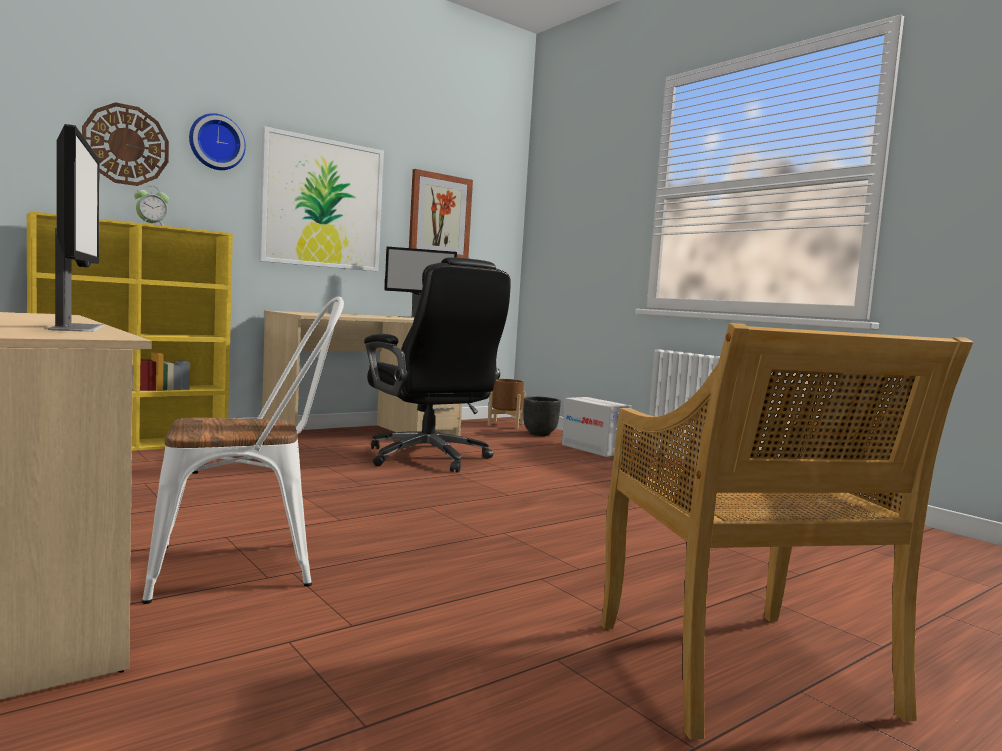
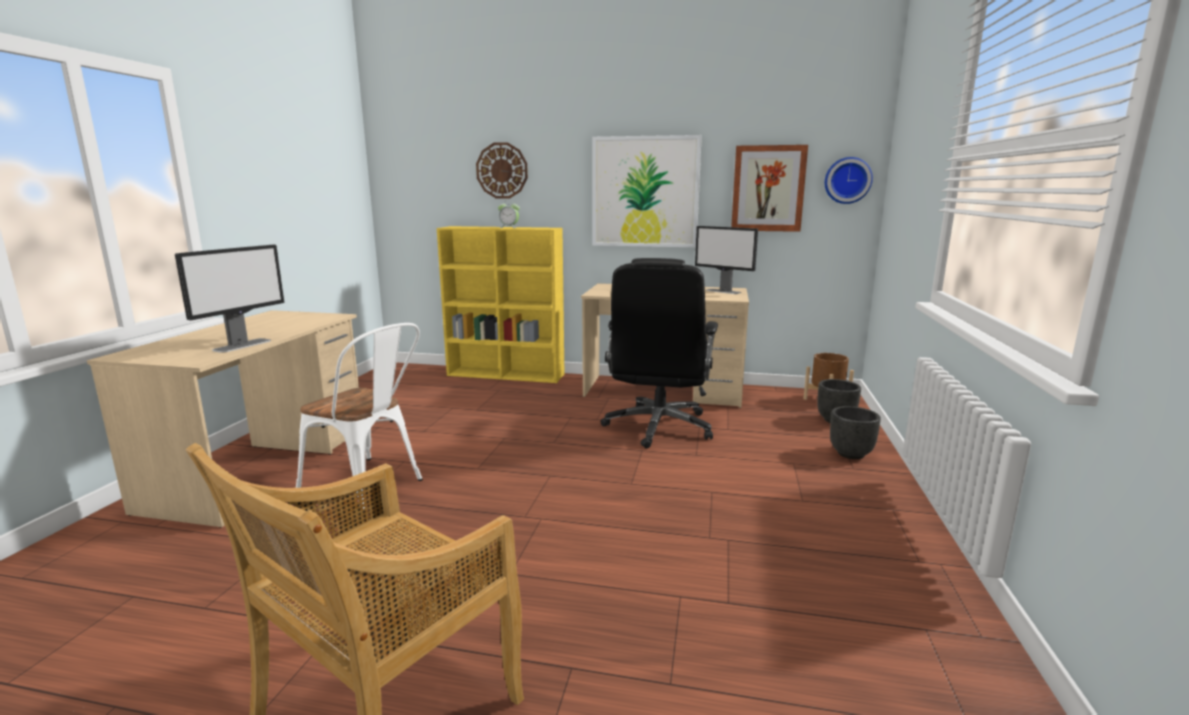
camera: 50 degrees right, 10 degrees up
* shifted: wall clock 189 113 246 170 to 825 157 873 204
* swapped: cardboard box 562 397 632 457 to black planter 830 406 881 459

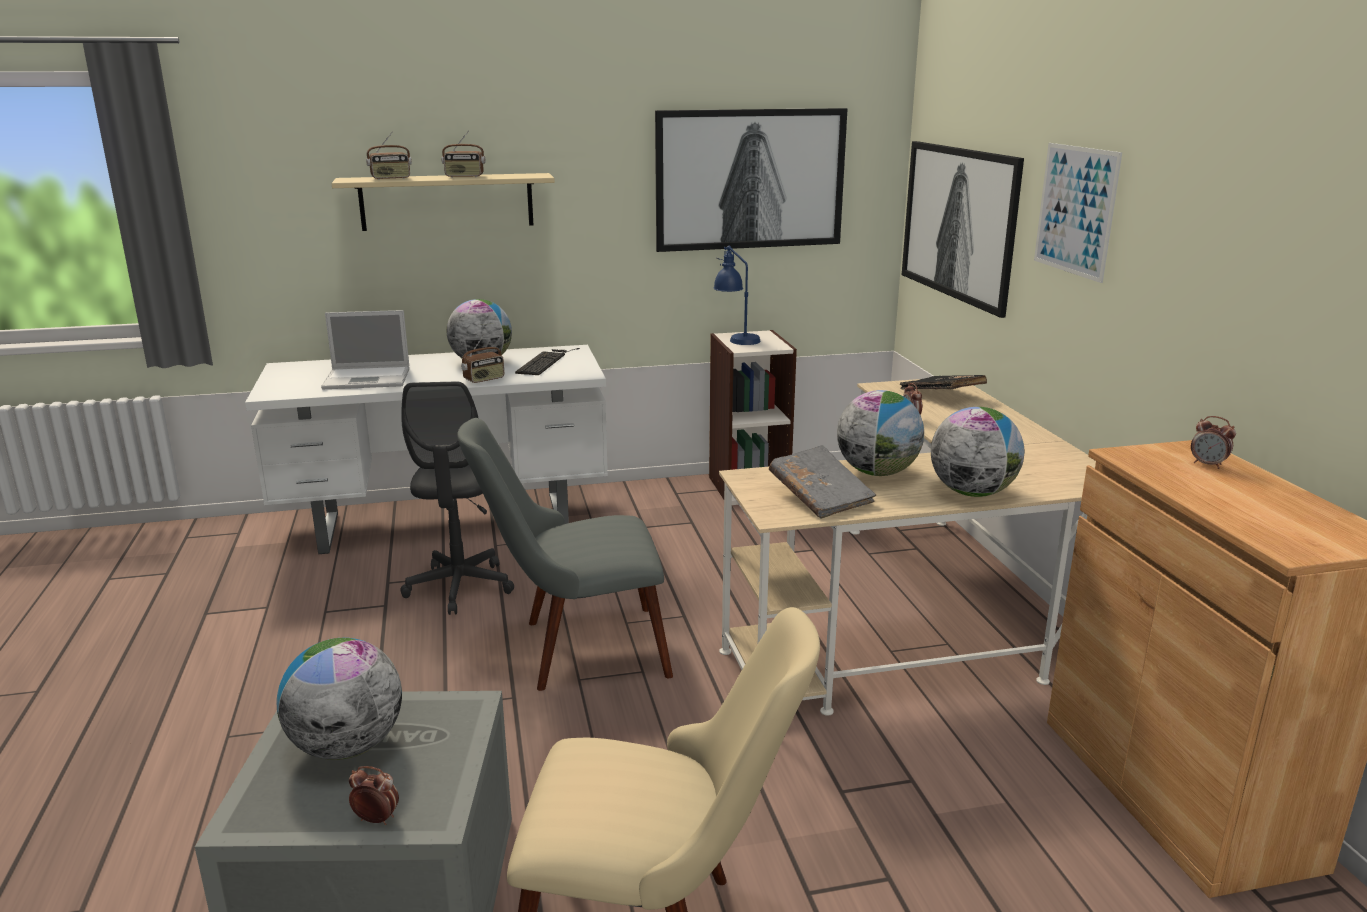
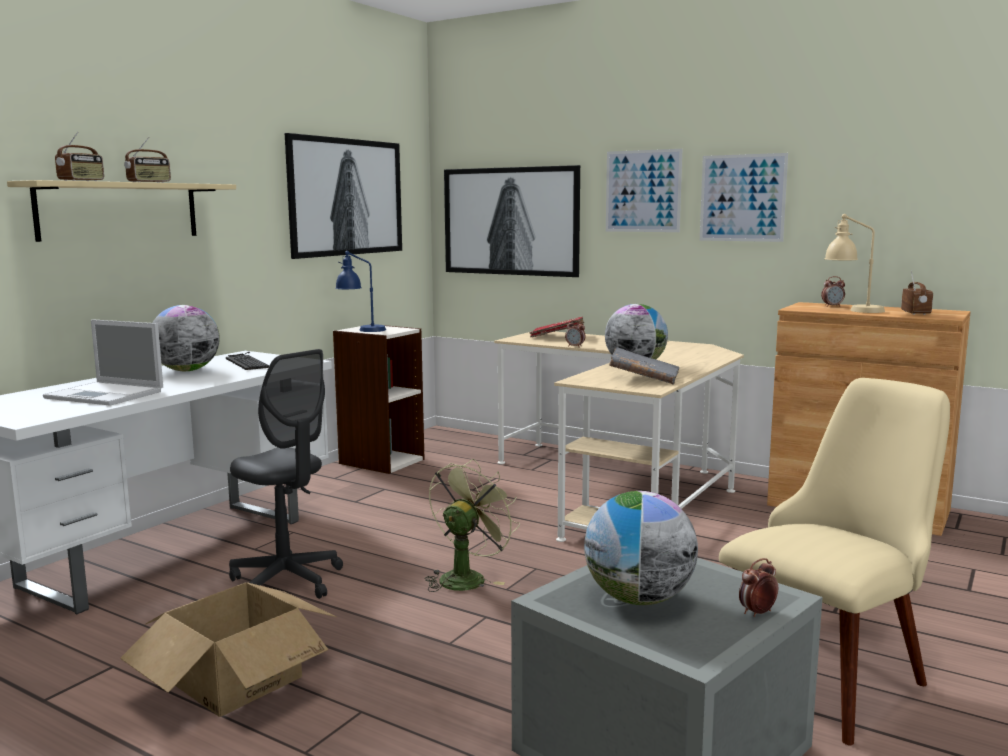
camera: 45 degrees left, 10 degrees down
* gone: globe 931 407 1024 497
* new: cardboard box 120 582 336 717
* new: picture 700 153 788 242
* new: beige table lamp 825 214 885 313
* shifted: radio 461 334 504 383 to 901 270 933 315
* swapped: grey chair 457 418 673 691 to green fan 425 459 520 592
* repainted: black book 900 375 987 390 to red book 530 317 584 337
* rotated: laptop 321 310 409 390 = 43 319 163 406 75 degrees clockwise

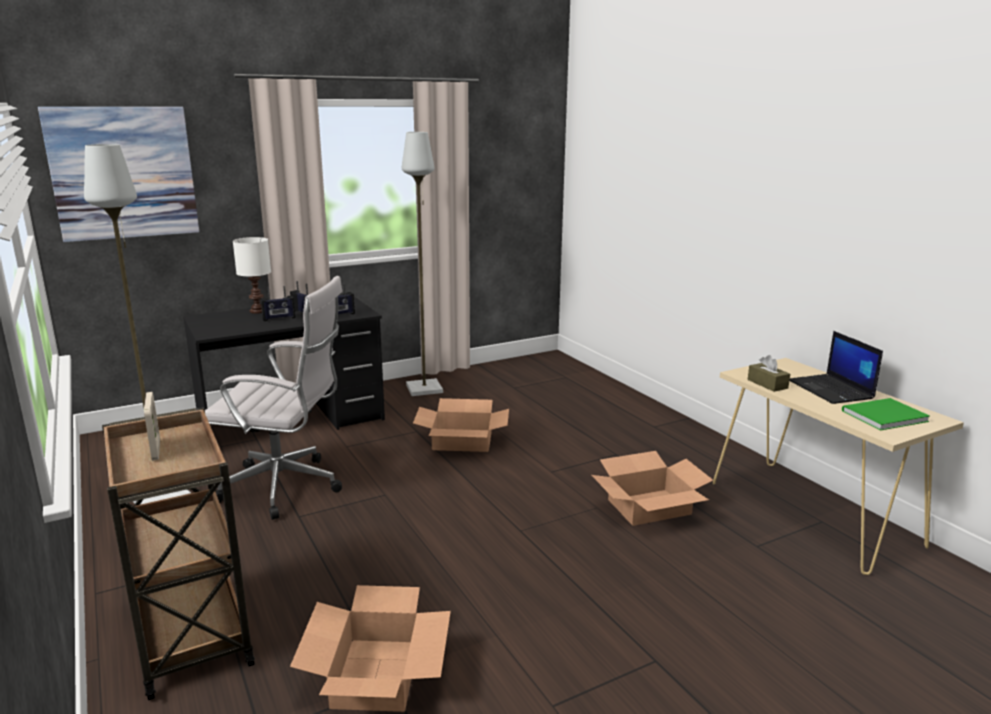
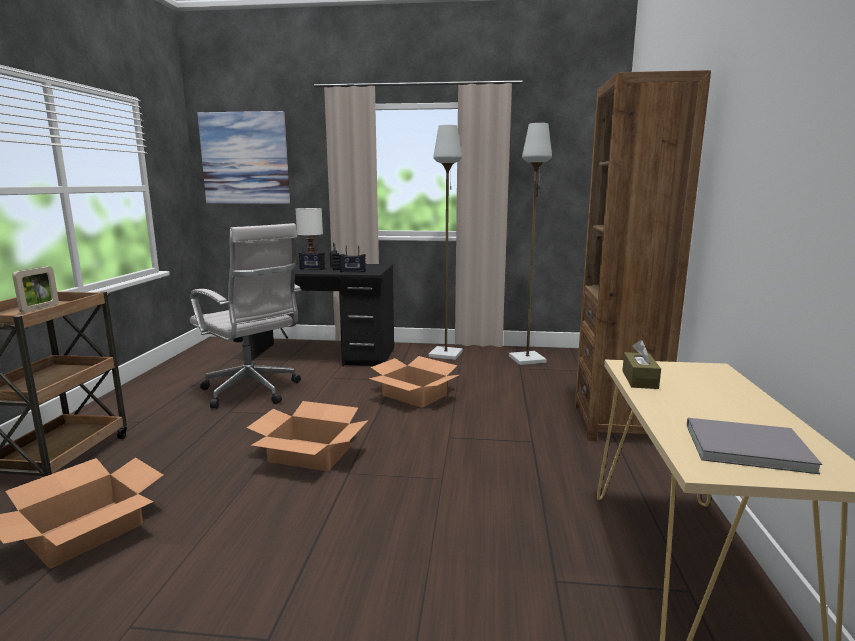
camera: 35 degrees right, 5 degrees down
* gone: laptop 789 331 883 404
* new: brown bookcase 575 70 711 441
* shifted: grey floor lamp 84 144 191 505 to 509 123 552 365
* shifted: cardboard box 591 451 713 526 to 247 401 368 471
* repainted: green book 842 398 930 431 to grey book 687 418 822 474

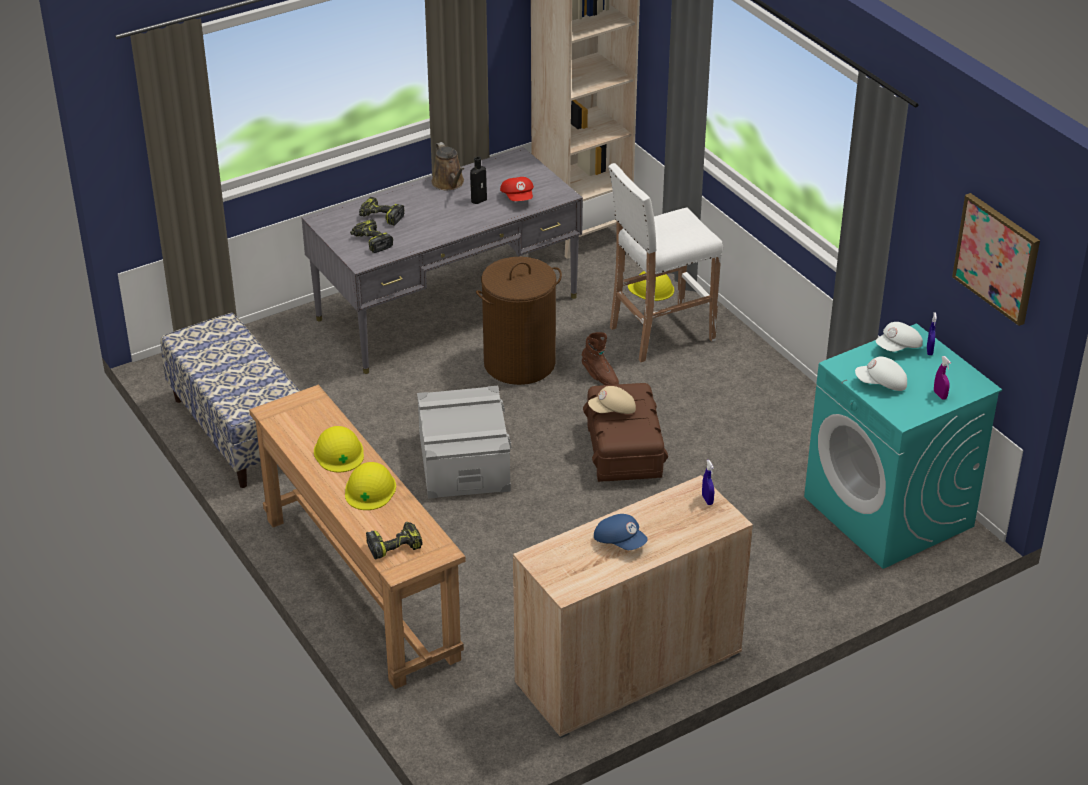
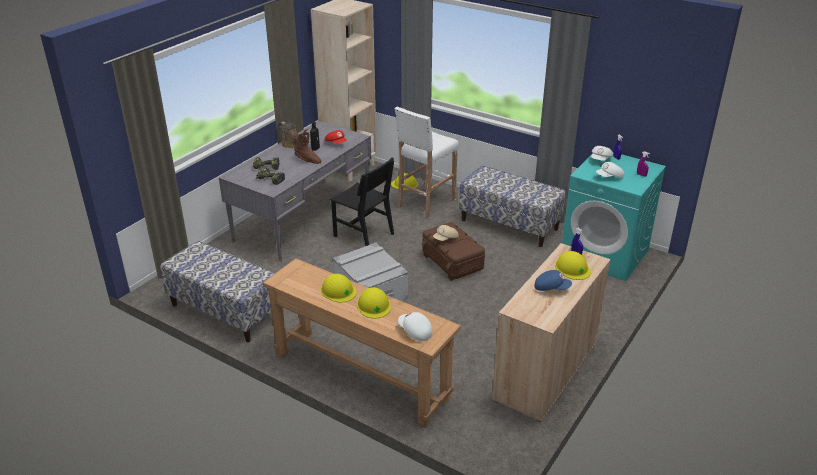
camera: 25 degrees left, 5 degrees down
* gone: picture 952 193 1040 326
* new: bench 459 166 566 247
* new: yellow hard hat 555 251 591 280
* shifted: brown boot 581 332 619 385 to 294 132 321 164
* swapped: power drill 366 522 423 559 to white cap 398 312 432 341
* swapped: brown laundry basket 476 257 562 385 to black chair 330 157 394 246

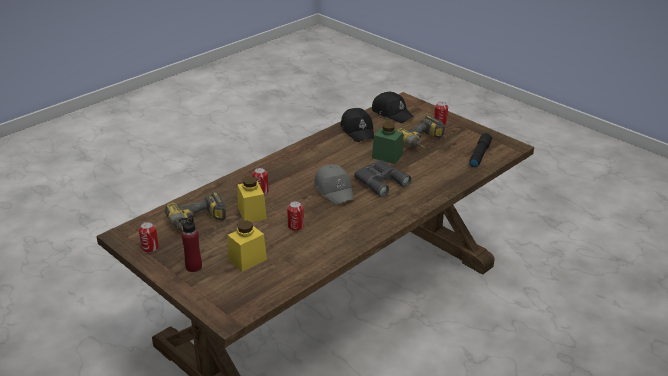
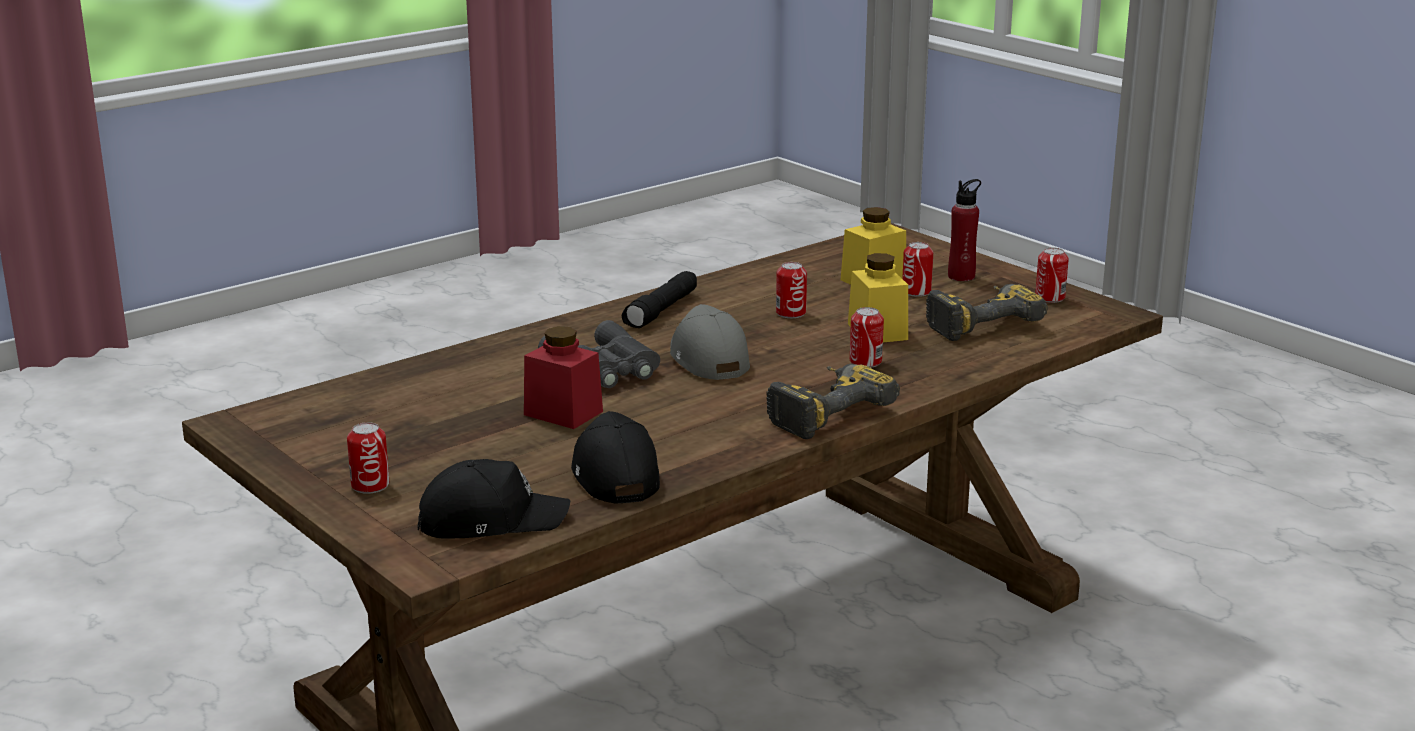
camera: 175 degrees left, 10 degrees down
* new: can 902 242 933 297
* shifted: power drill 396 115 445 148 to 766 364 900 439
* shifted: black flashlight 469 133 492 167 to 622 271 697 328
* repainted: green jar 372 122 403 164 to red jar 524 326 603 429
* rotated: black cap 372 92 414 123 = 418 459 570 539 120 degrees clockwise

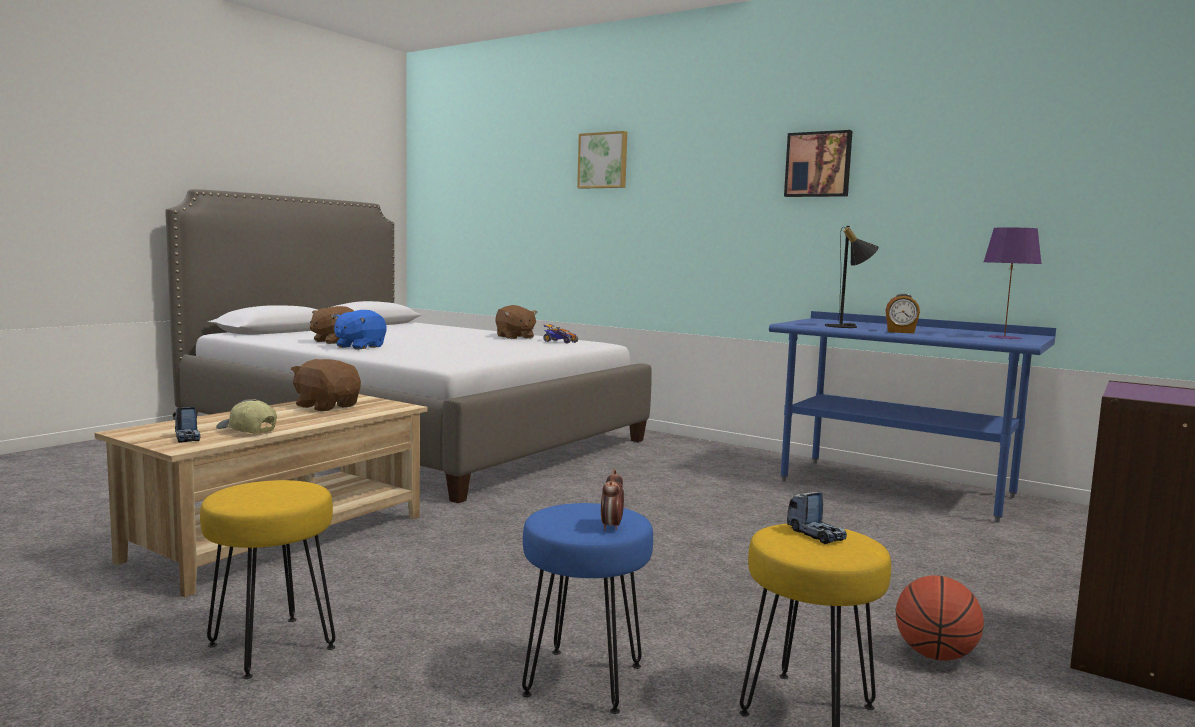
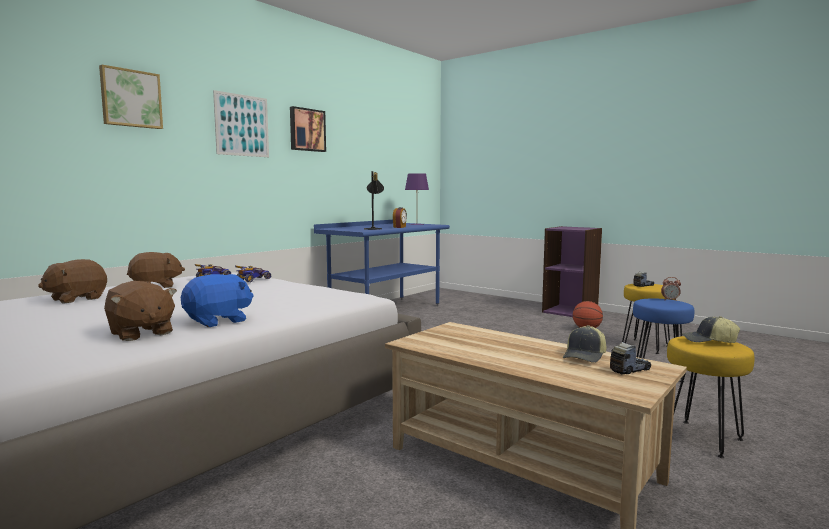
camera: 85 degrees left, 0 degrees up
* new: picture 213 90 269 157
* new: toy car 235 265 271 282
* new: cap 682 316 740 343
* shifted: brown plush toy 291 359 361 411 to 38 259 107 304
* rotated: blue plush toy 334 310 387 350 = 181 274 254 327 75 degrees counterclockwise

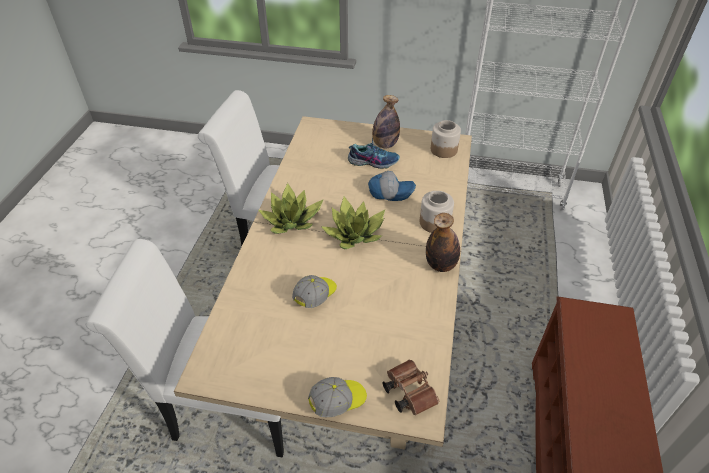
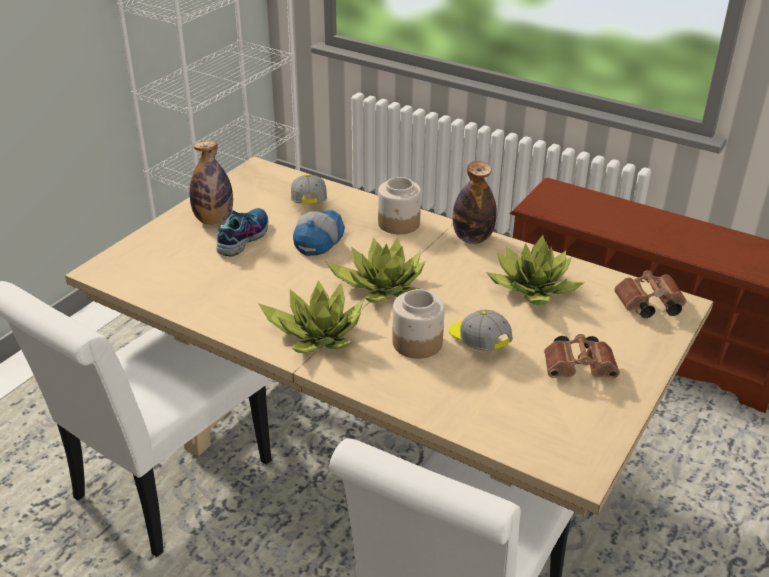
camera: 70 degrees left, 10 degrees down
* new: potted plant 486 235 586 305
* new: brown binoculars 544 334 620 379
* shifted: cap 308 377 367 417 to 291 174 327 203
* shifted: jar 431 120 461 158 to 392 289 445 359

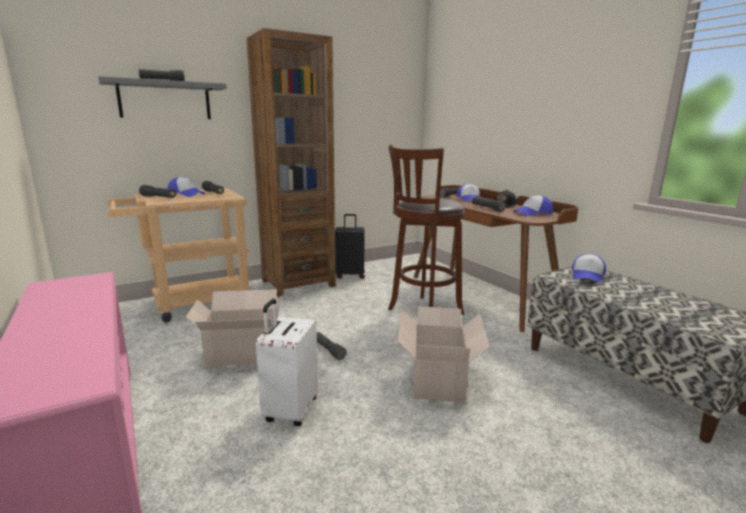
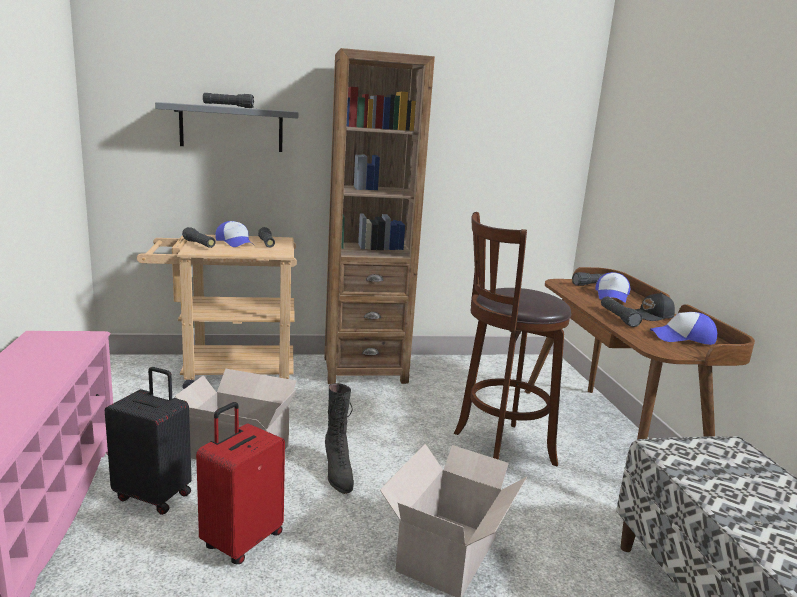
camera: 20 degrees right, 0 degrees up
* gone: cap 572 254 606 283
* shifted: black suitcase 335 214 365 279 to 105 367 192 515
* swapped: black flashlight 317 332 347 360 to black boot 325 383 354 494
* repainted: white suitcase 256 299 318 426 to red suitcase 196 402 285 564

